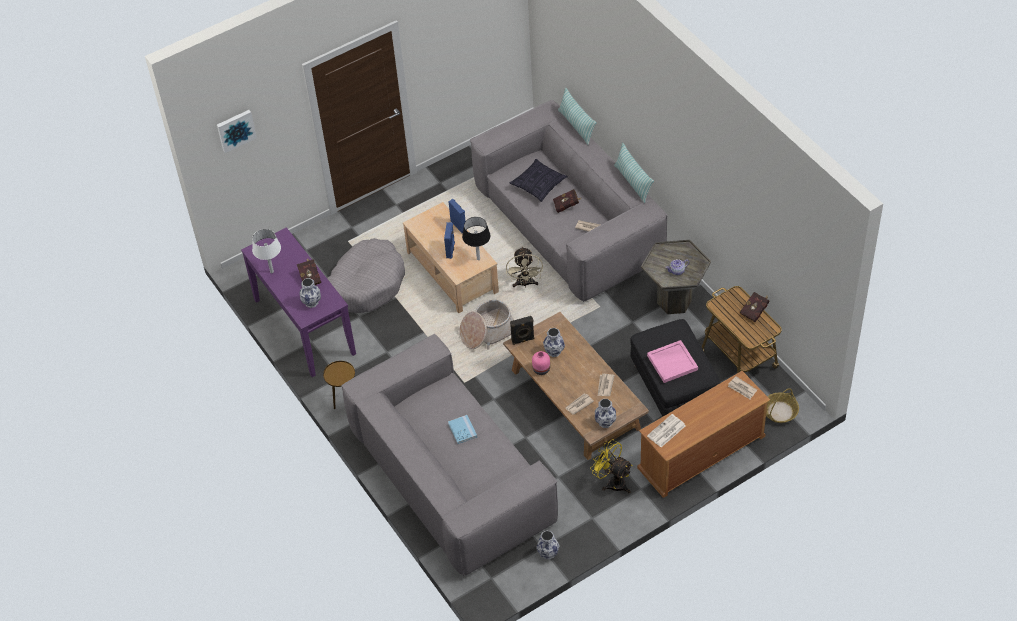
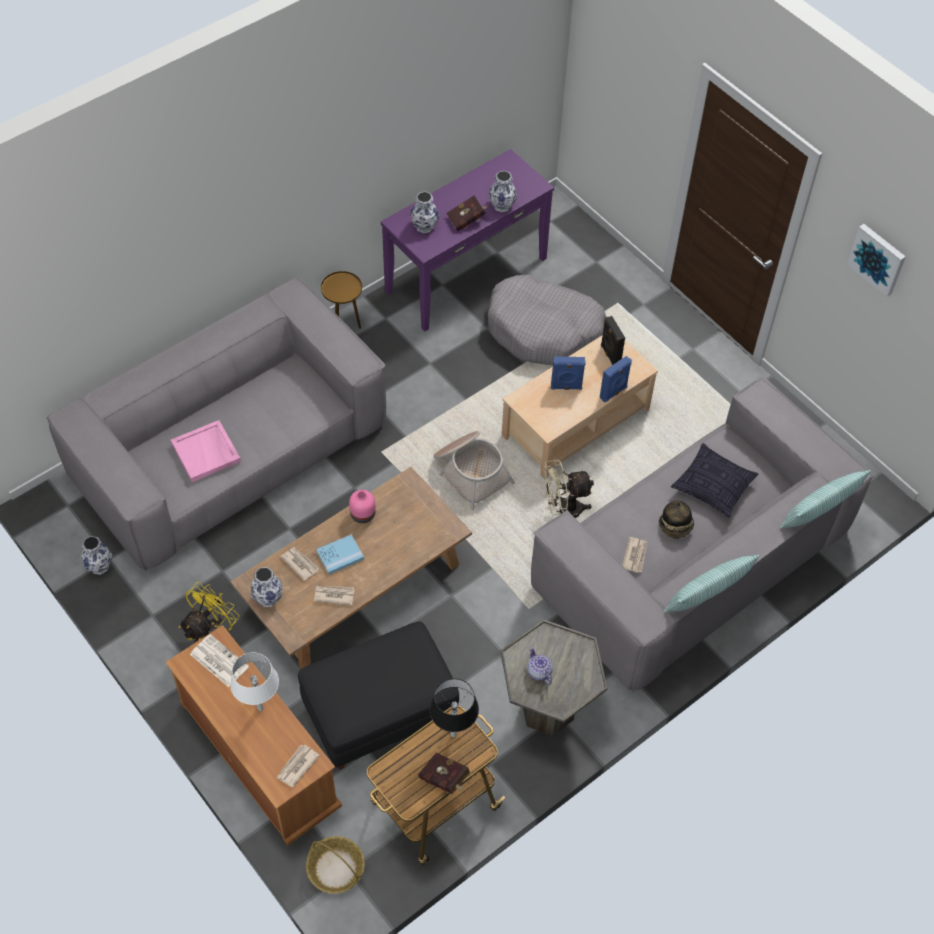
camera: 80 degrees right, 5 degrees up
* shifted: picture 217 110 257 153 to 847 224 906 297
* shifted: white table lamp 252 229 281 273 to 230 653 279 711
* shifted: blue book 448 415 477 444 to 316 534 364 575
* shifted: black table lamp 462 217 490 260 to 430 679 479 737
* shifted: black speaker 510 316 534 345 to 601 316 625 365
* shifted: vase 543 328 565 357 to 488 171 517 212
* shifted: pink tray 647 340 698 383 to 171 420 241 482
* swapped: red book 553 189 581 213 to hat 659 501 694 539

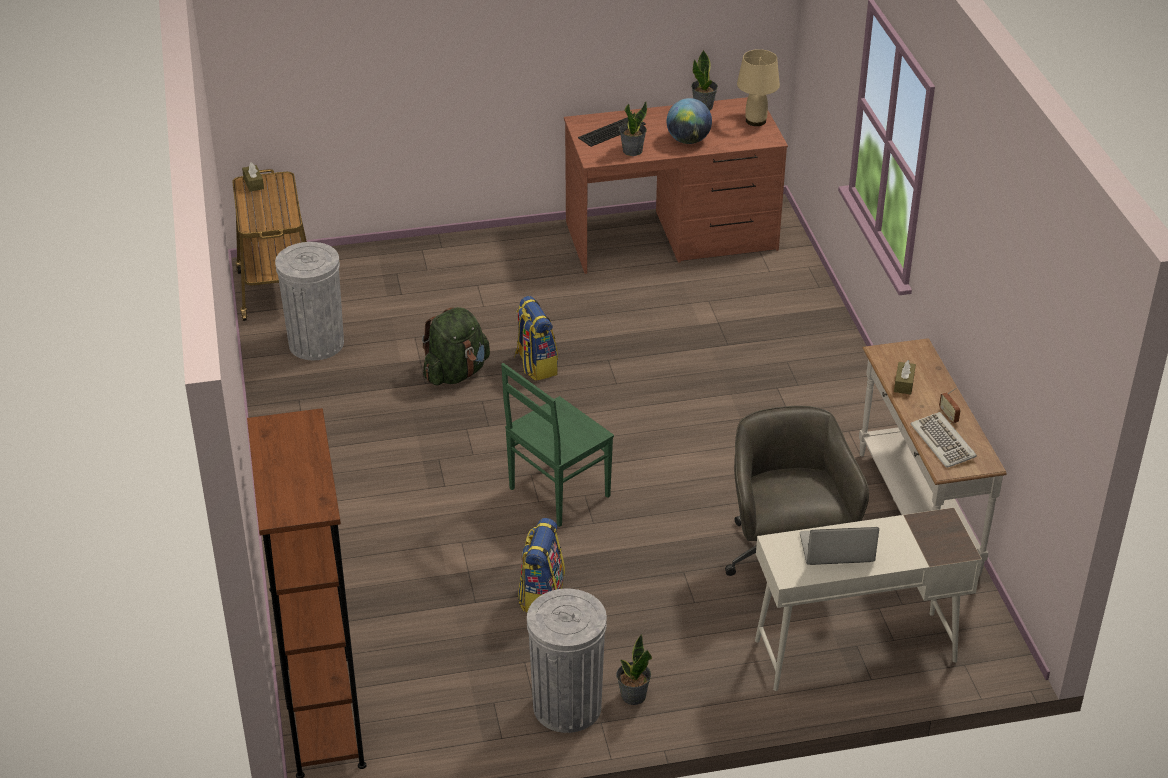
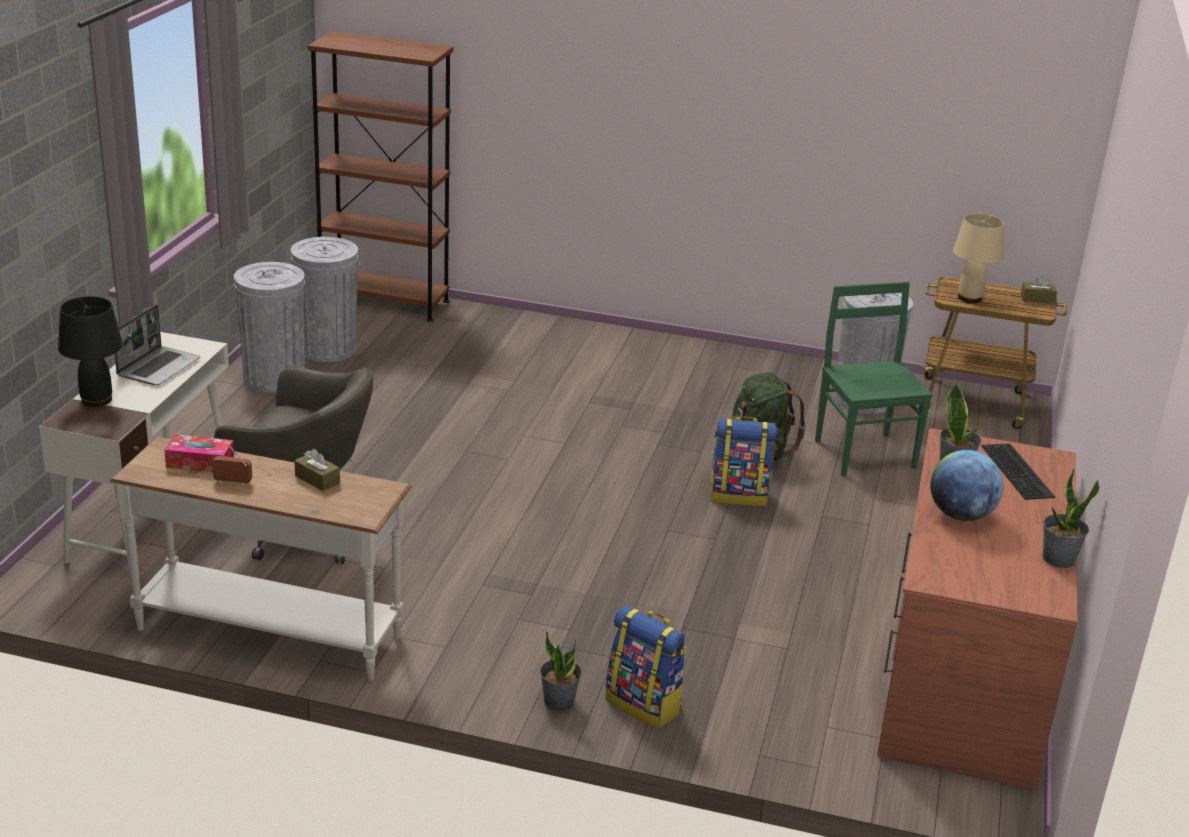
camera: 115 degrees right, 10 degrees down
* new: black table lamp 58 296 123 407
* new: grey trash can 291 237 360 362
* shifted: green chair 501 363 614 527 to 815 282 933 476
* shifted: backpack 518 518 565 612 to 605 605 687 729
* shifted: potted plant 616 634 652 705 to 540 631 582 712
* shifted: beige table lamp 737 49 780 126 to 953 214 1004 303
* swapped: keyboard 911 412 977 468 to tissue box 164 434 234 472

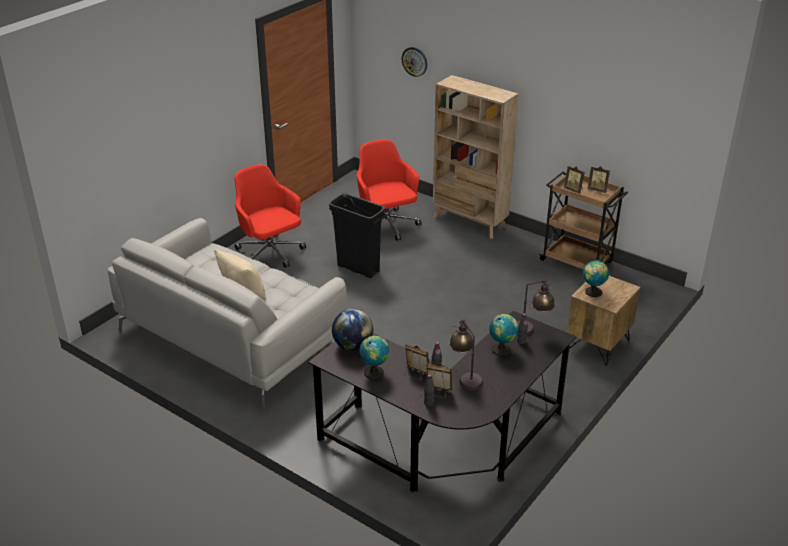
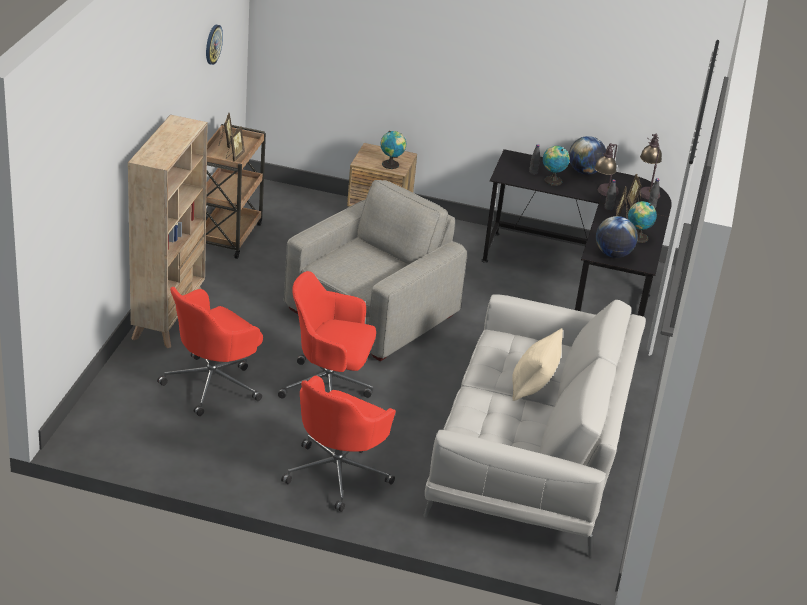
camera: 115 degrees left, 0 degrees up
* new: grey armchair 284 180 467 361
* new: globe 569 136 606 175
* shifted: wall clock 402 47 427 77 to 206 25 223 65
* shifted: table lamp 517 279 555 336 to 639 134 662 200
* swapped: black trash can 329 193 385 278 to red office chair 278 271 376 399

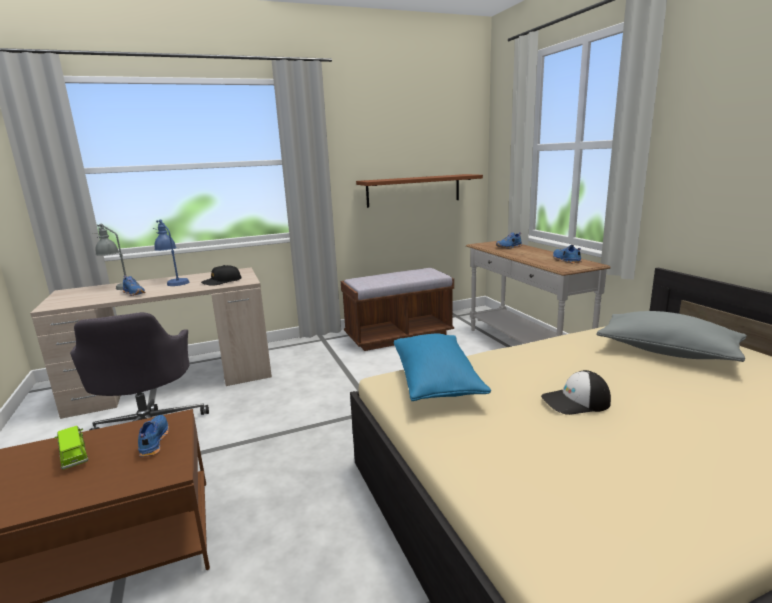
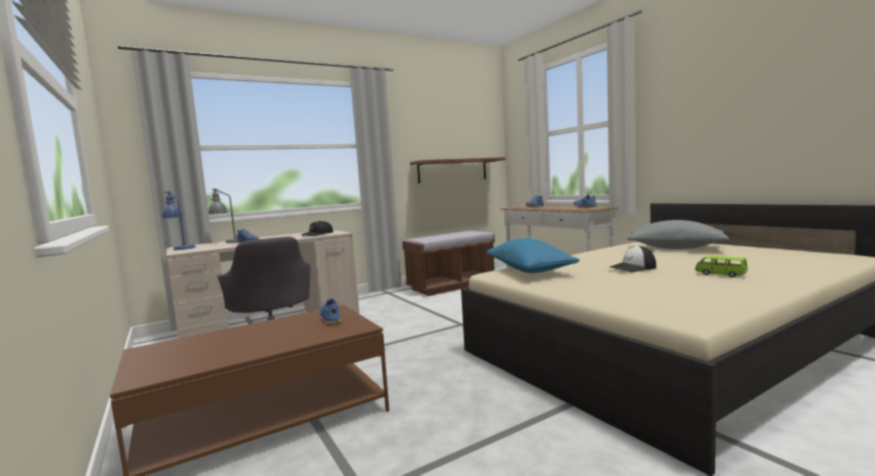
camera: 10 degrees left, 10 degrees down
* shifted: green toy car 55 426 88 470 to 695 256 748 277
* shifted: blue table lamp 153 219 189 286 to 161 191 196 250

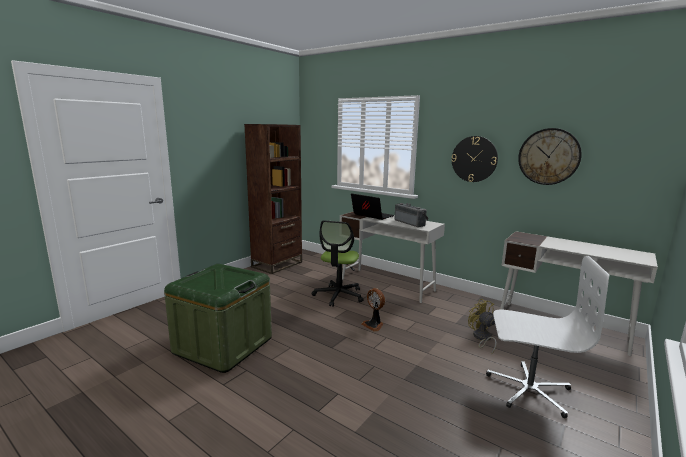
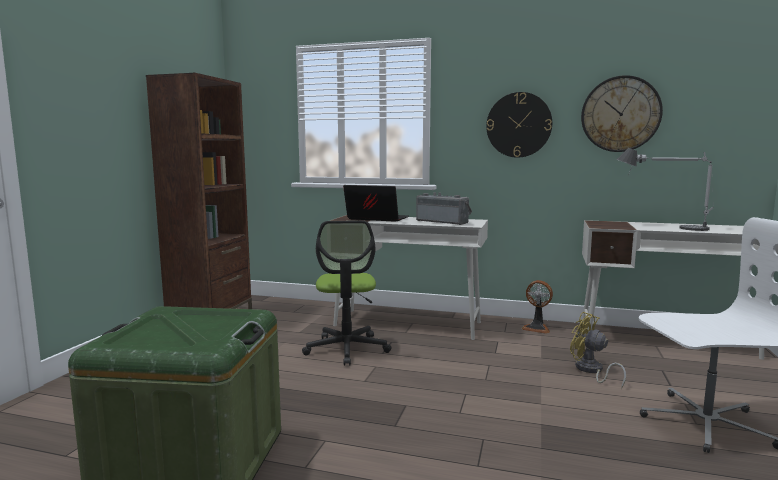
camera: 20 degrees left, 5 degrees down
* new: table lamp 617 148 714 231
* shifted: fan 361 288 385 332 to 521 280 553 334

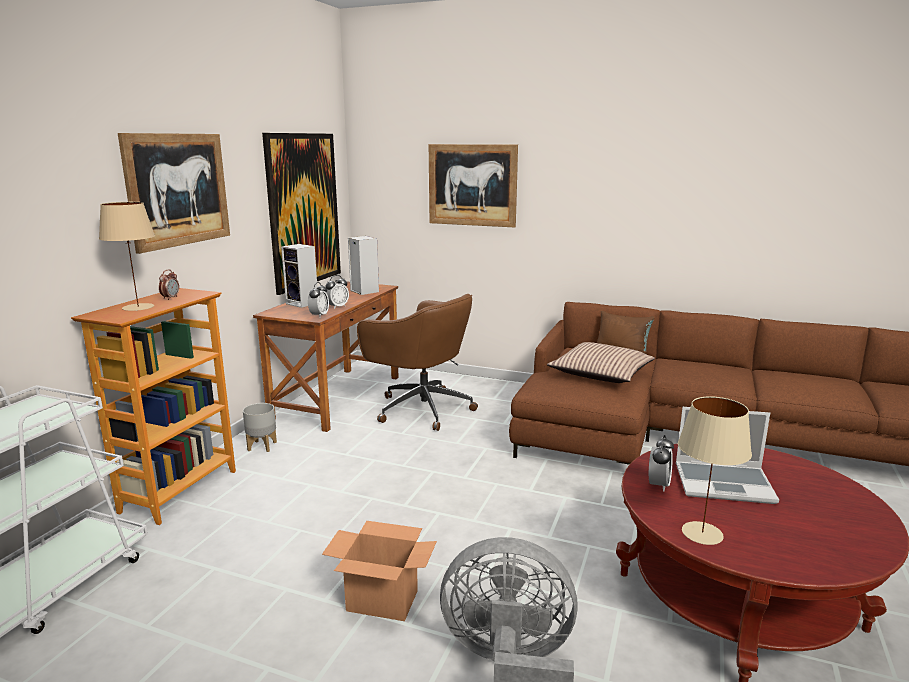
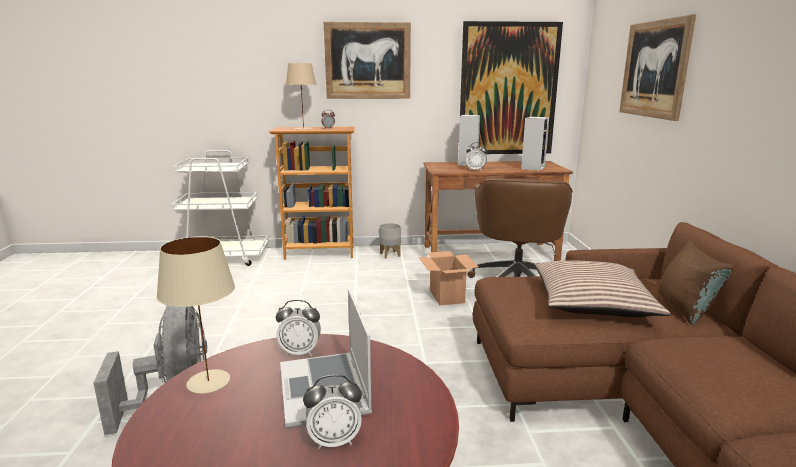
camera: 65 degrees right, 0 degrees up
* shifted: alarm clock 308 282 329 317 to 303 375 362 449
* shifted: cardboard box 322 521 437 621 to 419 251 479 305

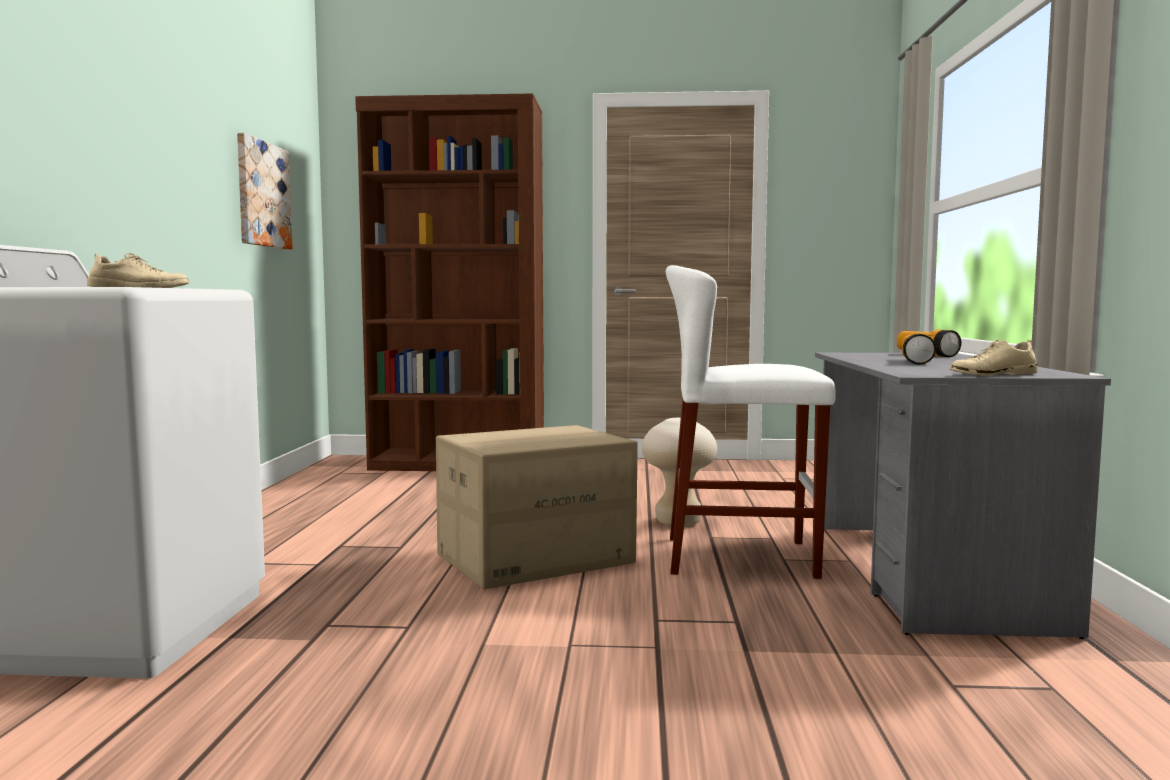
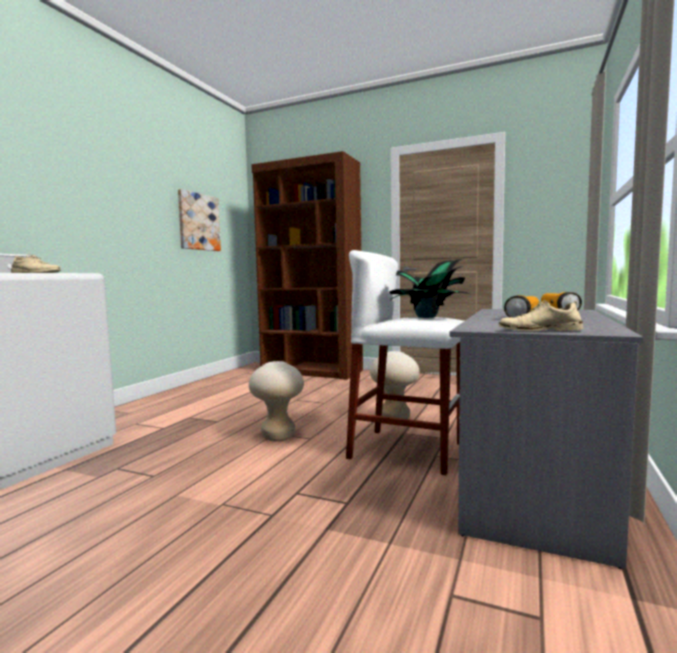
camera: 20 degrees right, 0 degrees up
* new: potted plant 389 258 469 318
* swapped: cardboard box 436 425 638 590 to beige stool 249 361 304 441

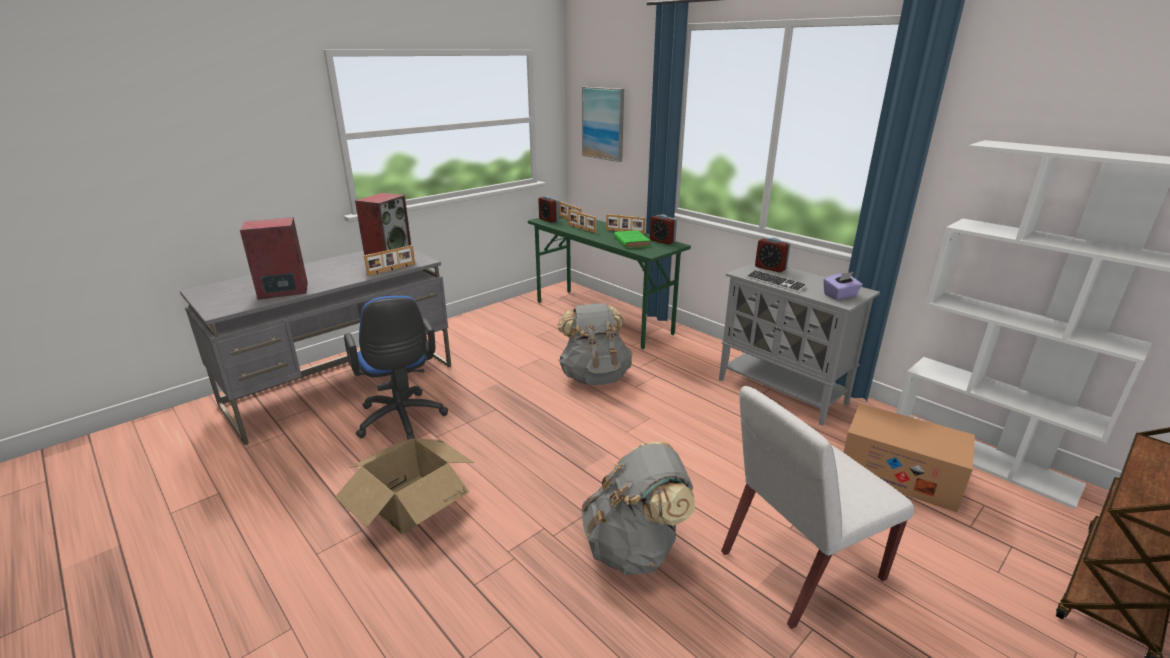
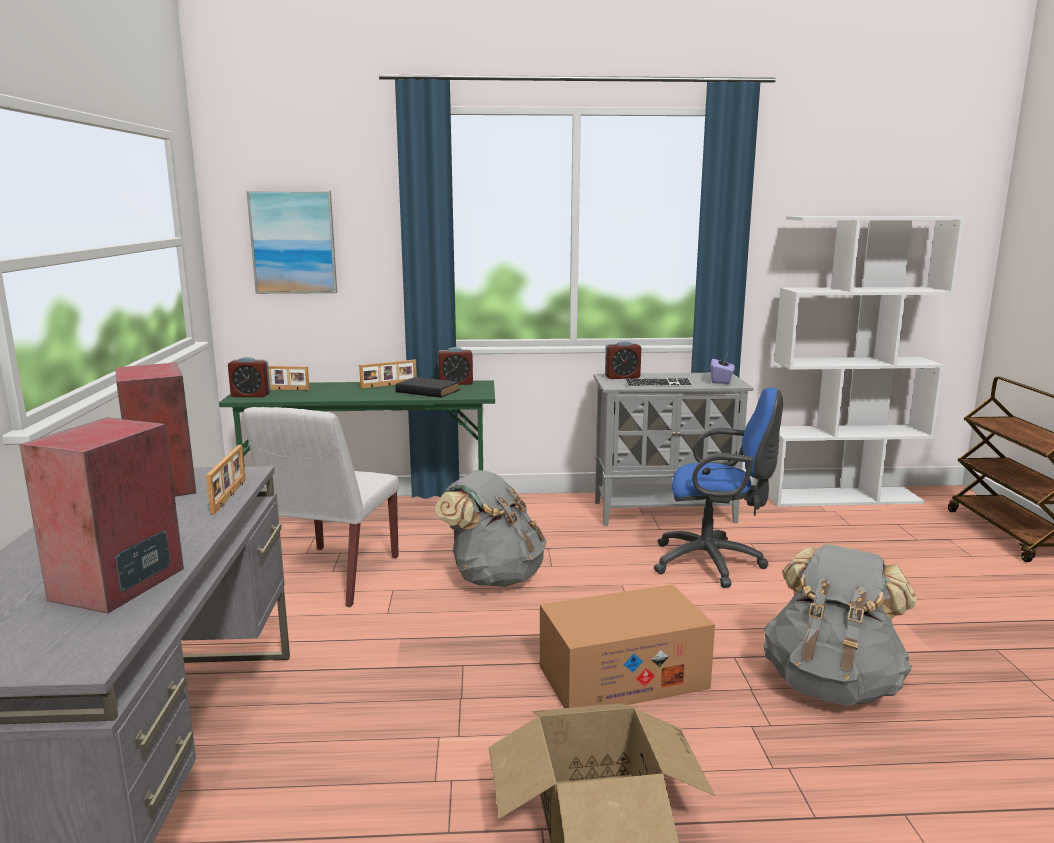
camera: 50 degrees left, 10 degrees down
* gone: picture frame 568 210 596 233
* shifted: blue office chair 344 296 448 440 to 654 388 783 588
* shifted: white chair 721 386 914 629 to 243 407 399 607
* shifted: cardboard box 843 403 975 512 to 540 584 715 708
* repainted: green book 614 230 651 249 to black book 395 377 460 398

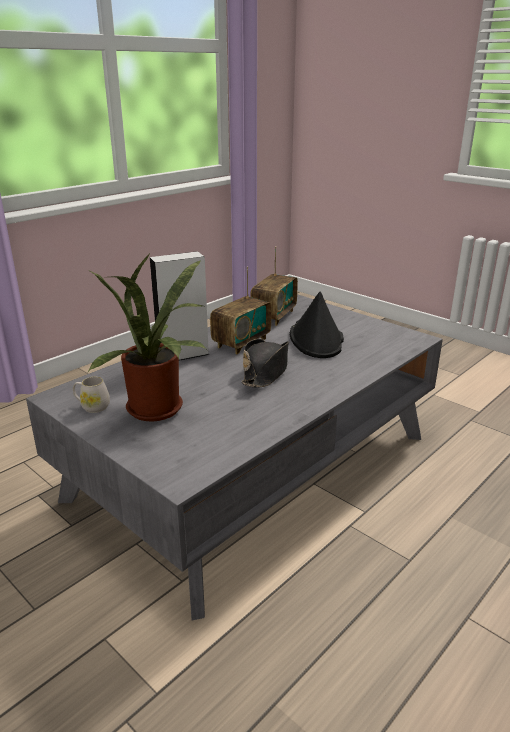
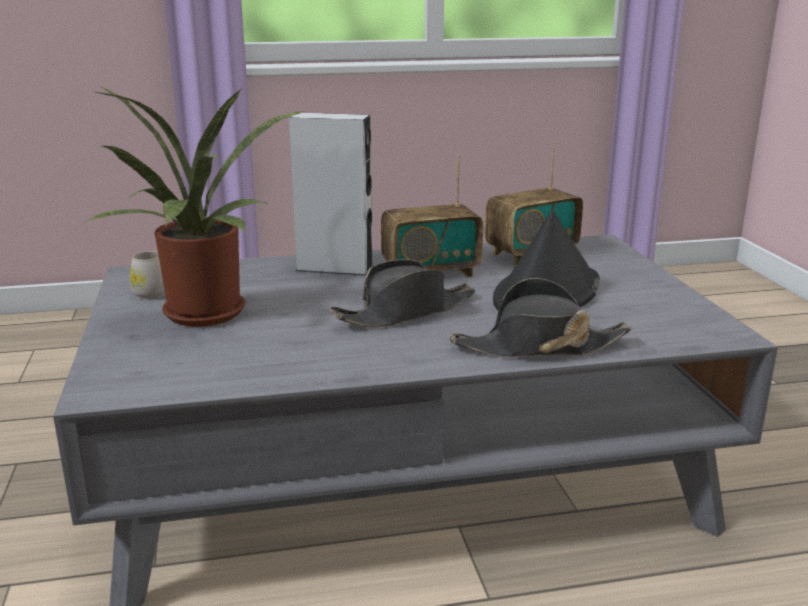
camera: 35 degrees right, 5 degrees down
* new: black hat 450 278 632 358

